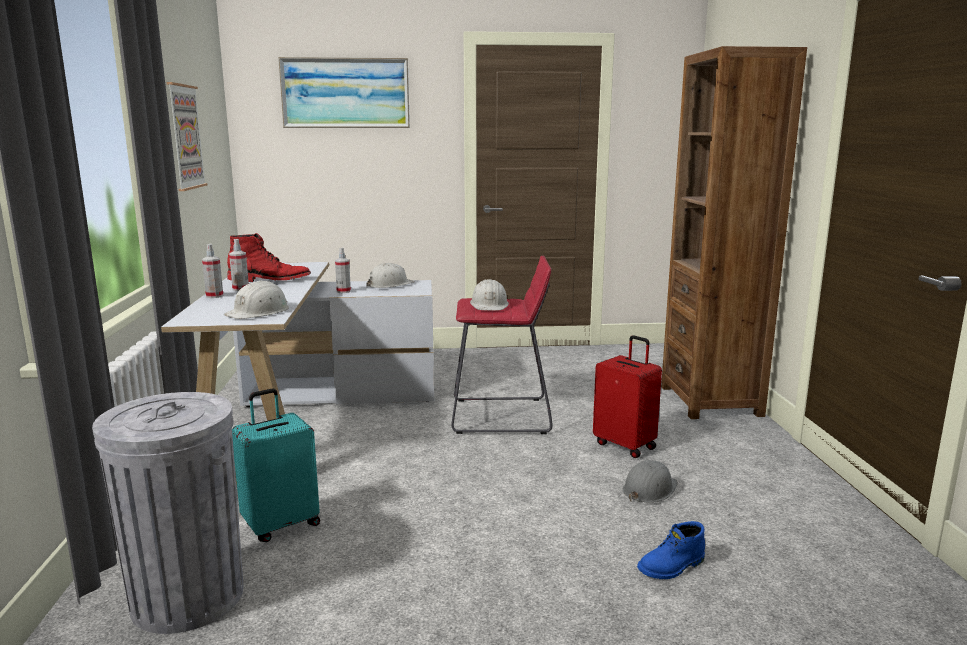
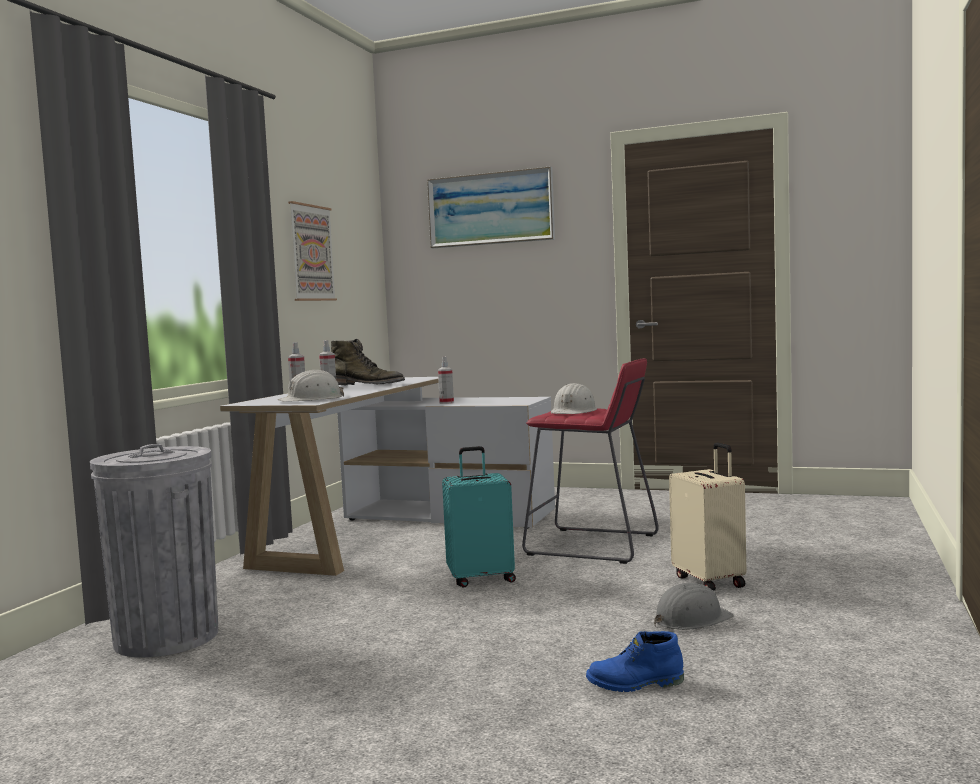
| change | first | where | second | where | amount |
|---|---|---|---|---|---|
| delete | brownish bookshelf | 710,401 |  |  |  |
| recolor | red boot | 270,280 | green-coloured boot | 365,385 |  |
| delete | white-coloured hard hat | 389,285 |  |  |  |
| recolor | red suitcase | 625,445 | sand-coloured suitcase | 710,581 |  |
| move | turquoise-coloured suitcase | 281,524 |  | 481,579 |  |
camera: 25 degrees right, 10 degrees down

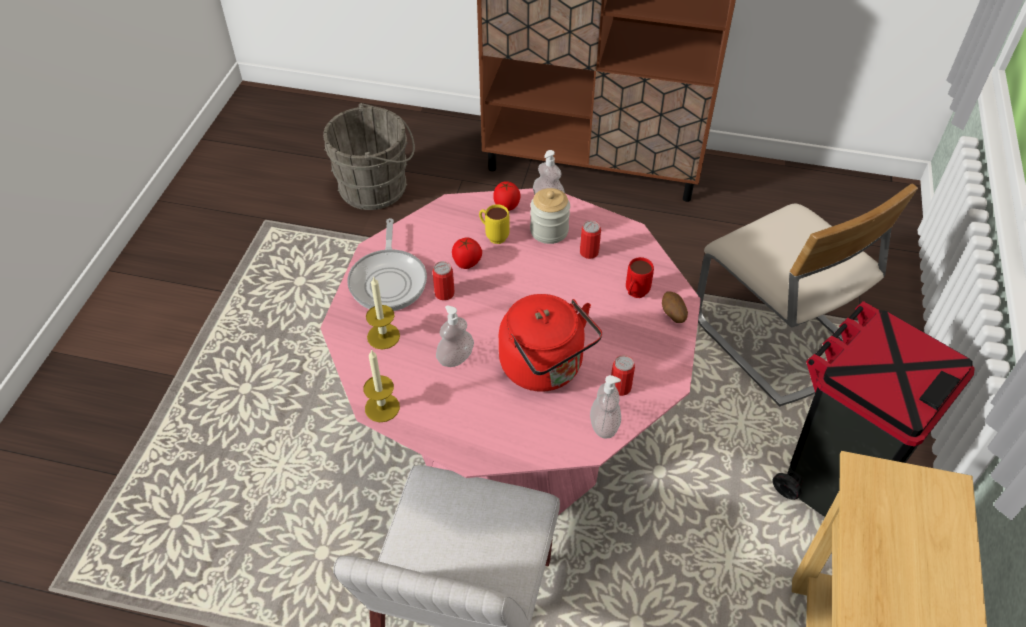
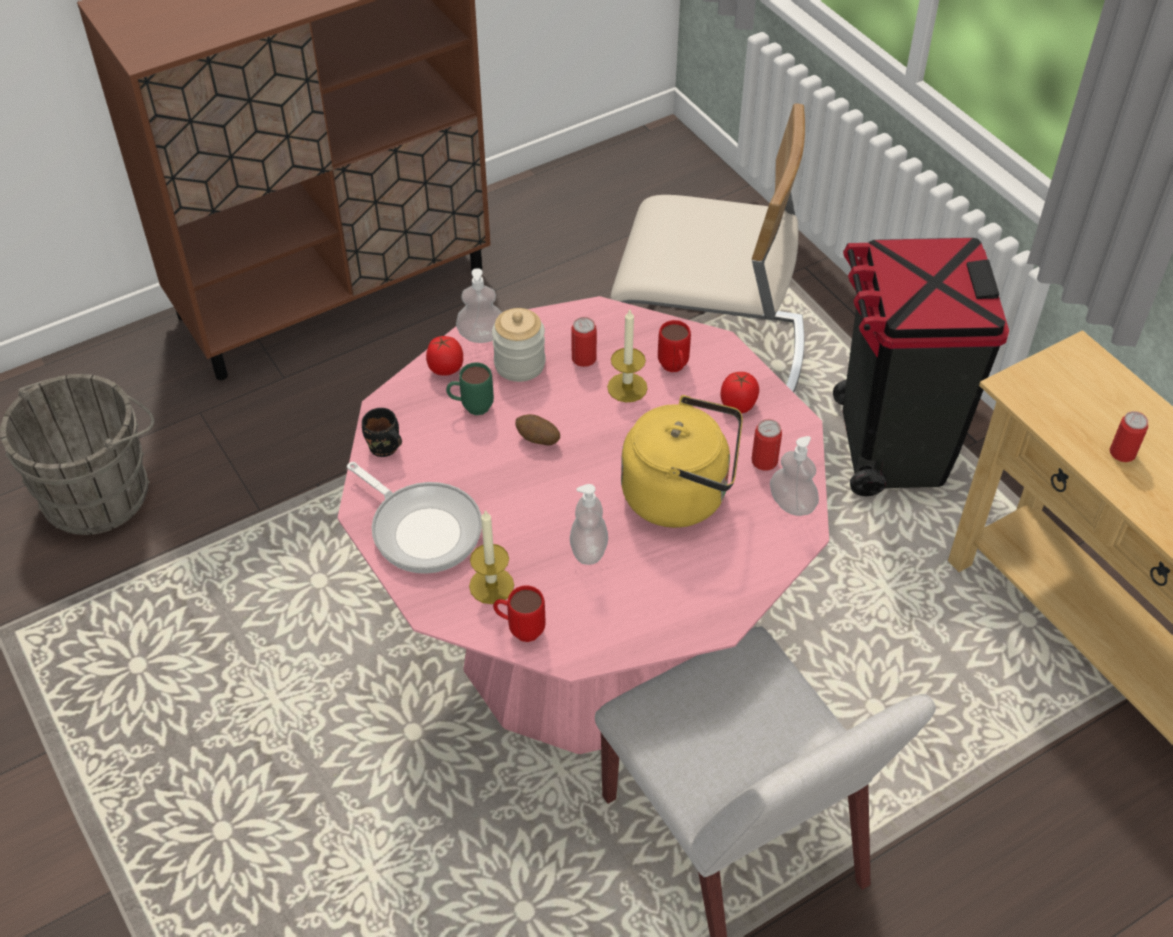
| change | first | where | second | where | amount |
|---|---|---|---|---|---|
| recolor | yellow mug | 493,236 | green-coloured mug | 471,408 |  |
| move | whole tomato | 467,263 |  | 738,405 |  |
| move | sealed can | 444,293 |  | 1122,453 |  |
| move | spud | 673,315 |  | 537,440 |  |
| recolor | red water kettle | 545,368 | yellow water kettle | 681,495 |  |
| move | candle | 382,407 |  | 627,387 |  |
| insert |  |  | black mug | 384,449 |  |
| insert |  |  | red mug | 520,630 |  |
camera: 45 degrees left, 0 degrees up

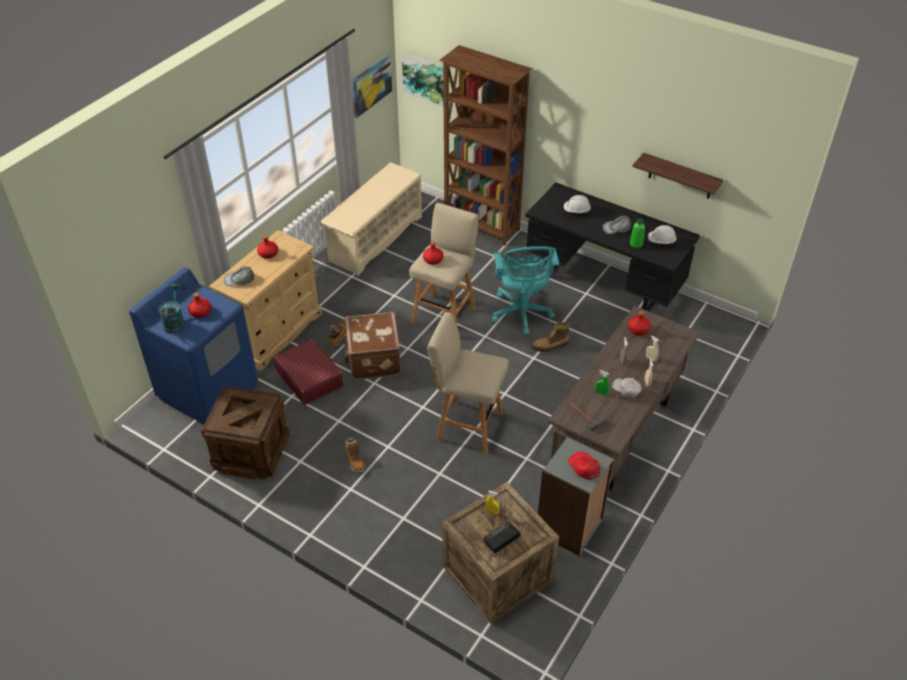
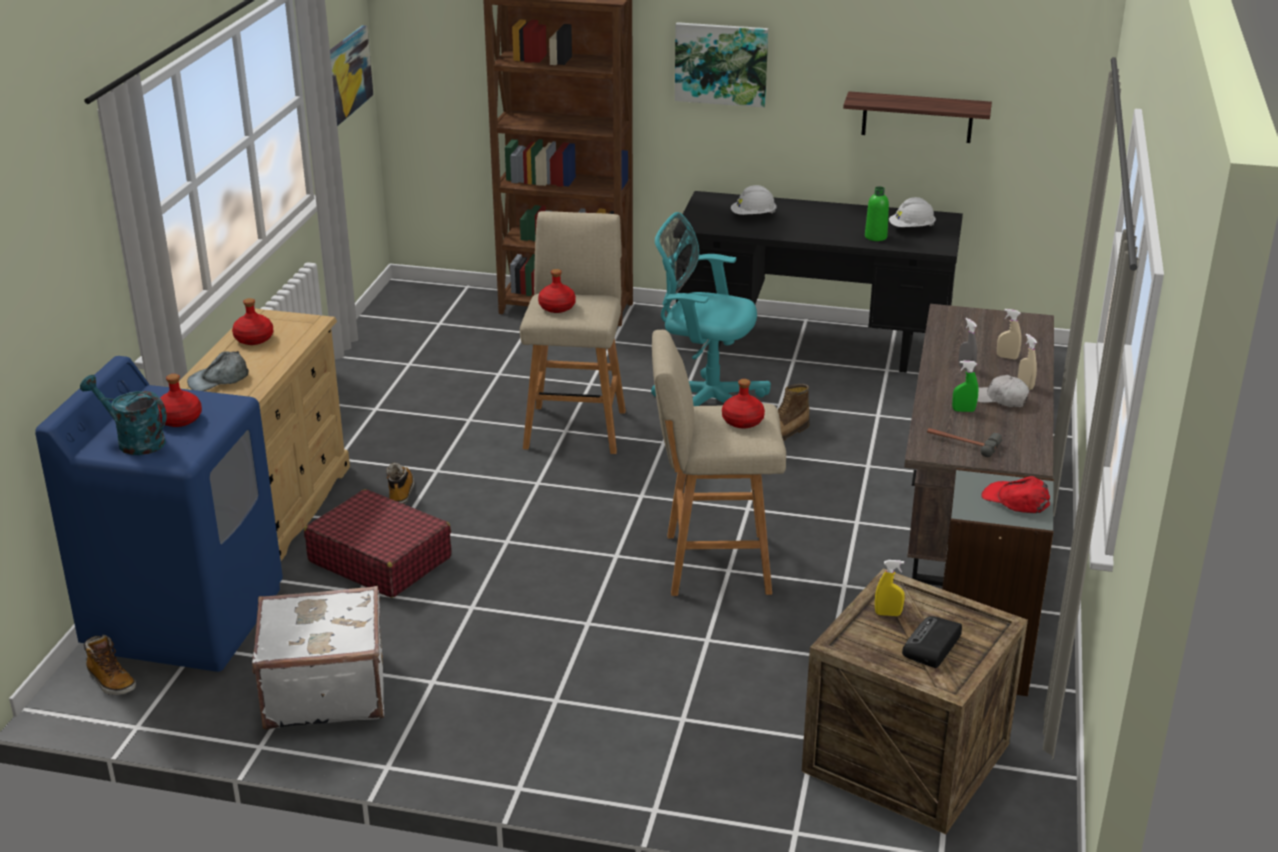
| change | first | where | second | where | amount |
|---|---|---|---|---|---|
| move | wall art | 425,78 |  | 721,64 |  |
| delete | sand-coloured shoe stand | 375,239 |  |  |  |
| delete | greyish peaked cap | 617,228 |  |  |  |
| rotate | turquoise-coloured computer chair | 521,314 |  | 706,403 | 135 degrees clockwise |
| rotate | turquoise-coloured watering can | 174,322 |  | 134,441 | 45 degrees counterclockwise |
| move | red drink bottle | 638,329 |  | 742,421 |  |
| delete | brownish suitcase | 373,359 |  |  |  |
| replace | shipping crate | 250,452 | white-coloured suitcase | 324,690 |  |
| move | boot | 355,461 |  | 111,681 |  |
camera: 20 degrees left, 15 degrees down

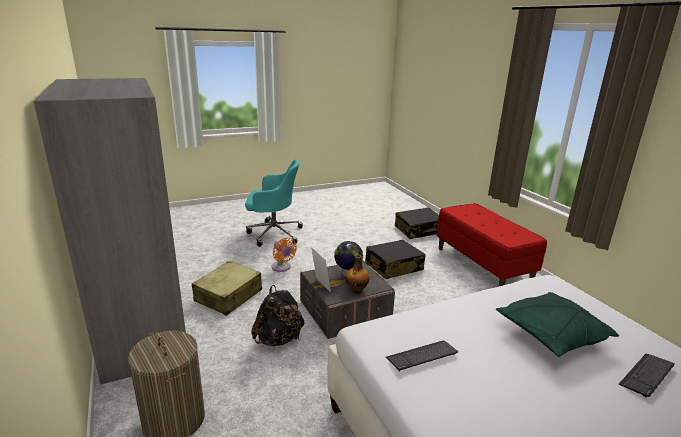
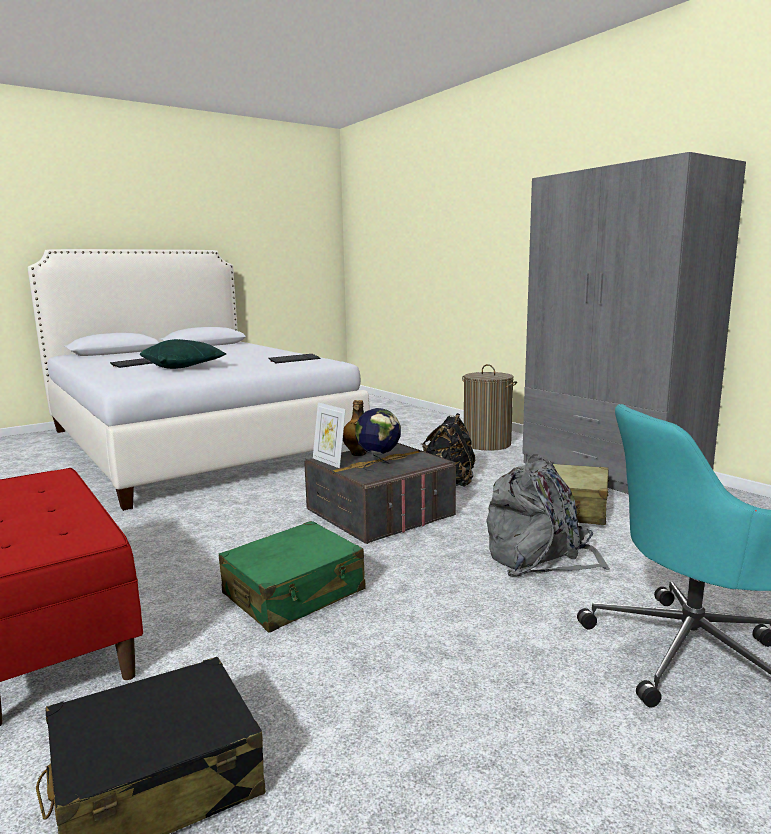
| change | first | where | second | where | amount |
|---|---|---|---|---|---|
| replace | orange-coloured cooling fan | 282,268 | greyish rucksack | 540,558 |  |
| recolor | black suitcase | 393,267 | green-coloured suitcase | 294,593 |  |
| move | standing frame | 320,286 |  | 329,462 |  |
camera: 170 degrees right, 10 degrees down

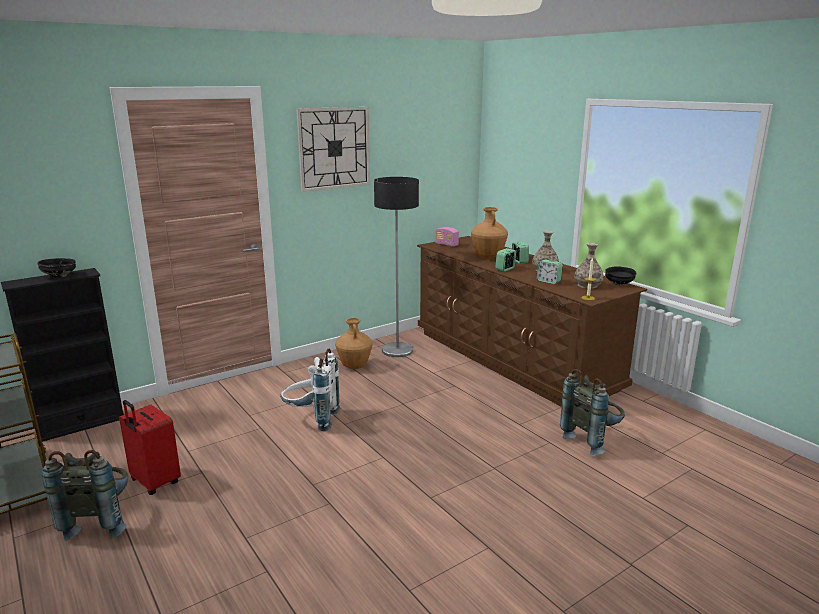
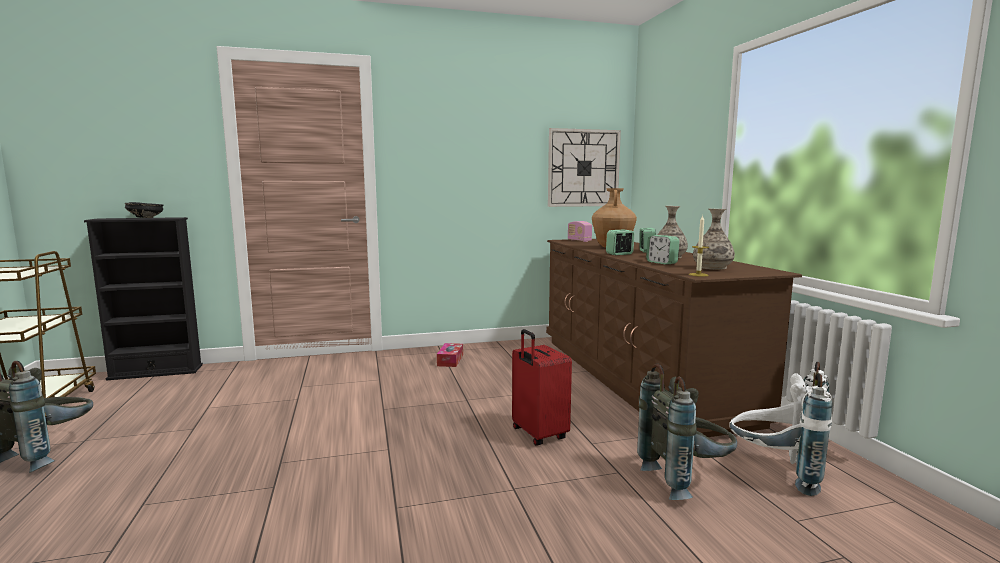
| change | first | where | second | where | amount |
|---|---|---|---|---|---|
| move | wall clock | 334,148 |  | 583,168 |  |
| delete | standard lamp | 397,350 |  |  |  |
| delete | black bowl | 619,284 |  |  |  |
| replace | brownish decorative vase | 354,366 | tissue box | 450,360 |  |
| move | white-coloured rucksack | 311,420 |  | 776,473 |  |
| move | red suitcase | 154,482 |  | 538,434 |  |
camera: 20 degrees right, 10 degrees down

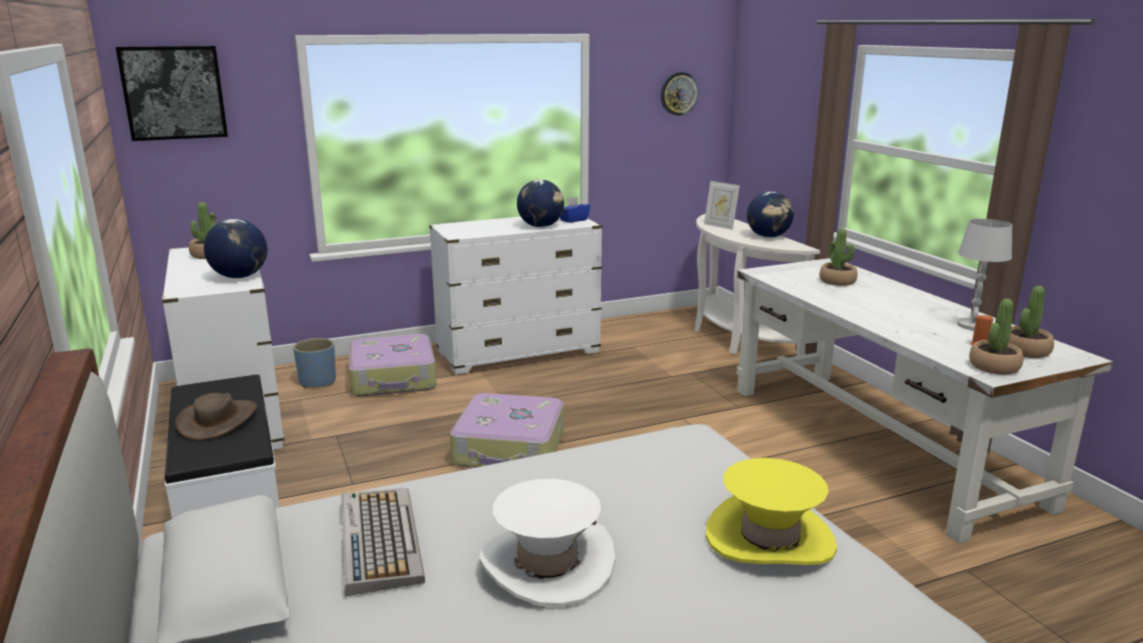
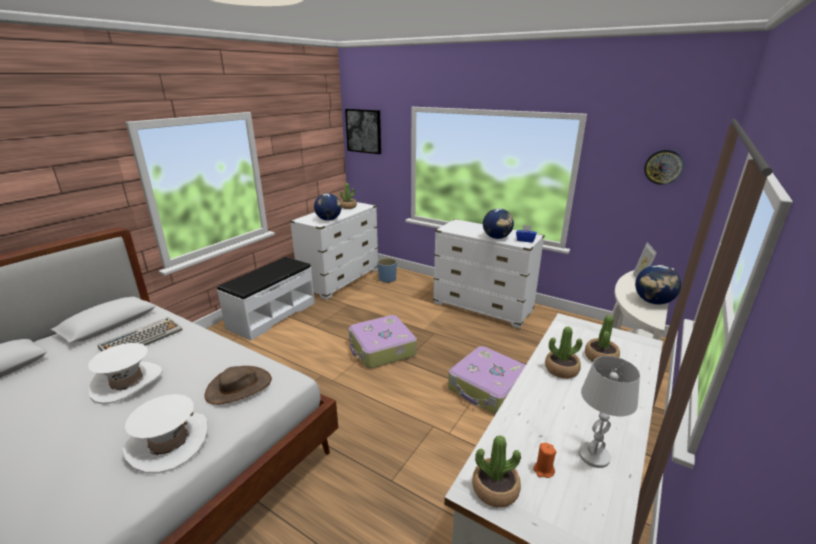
| change | first | where | second | where | amount |
|---|---|---|---|---|---|
| move | houseplant | 1025,351 |  | 561,369 |  |
| move | suitcase | 394,378 |  | 488,388 |  |
| move | brownish wearable hat | 218,420 |  | 239,387 |  |
| recolor | yellow wearable hat | 770,538 | white-coloured wearable hat | 169,443 |  |
camera: 55 degrees right, 5 degrees up

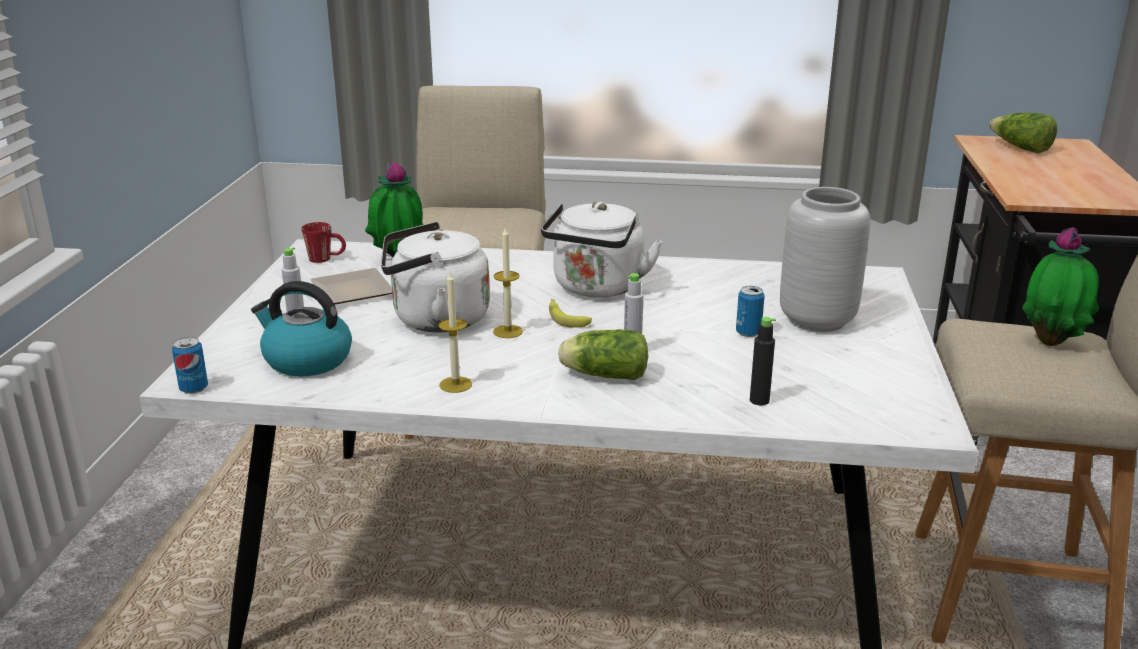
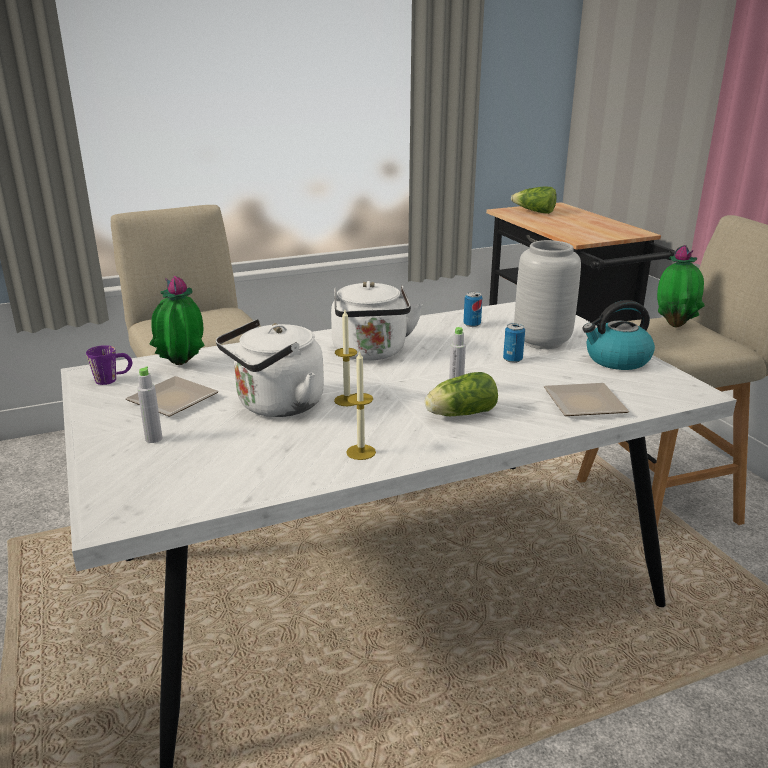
| change | first | where | second | where | amount |
|---|---|---|---|---|---|
| recolor | red mug | 326,259 | purple mug | 113,379 |  |
| move | water kettle | 306,360 |  | 616,360 |  |
| delete | whole banana | 565,317 |  |  |  |
| replace | black drink bottle | 759,400 | plate | 581,403 |  |
| move | sealed can | 194,388 |  | 472,324 |  |
camera: 30 degrees left, 0 degrees up

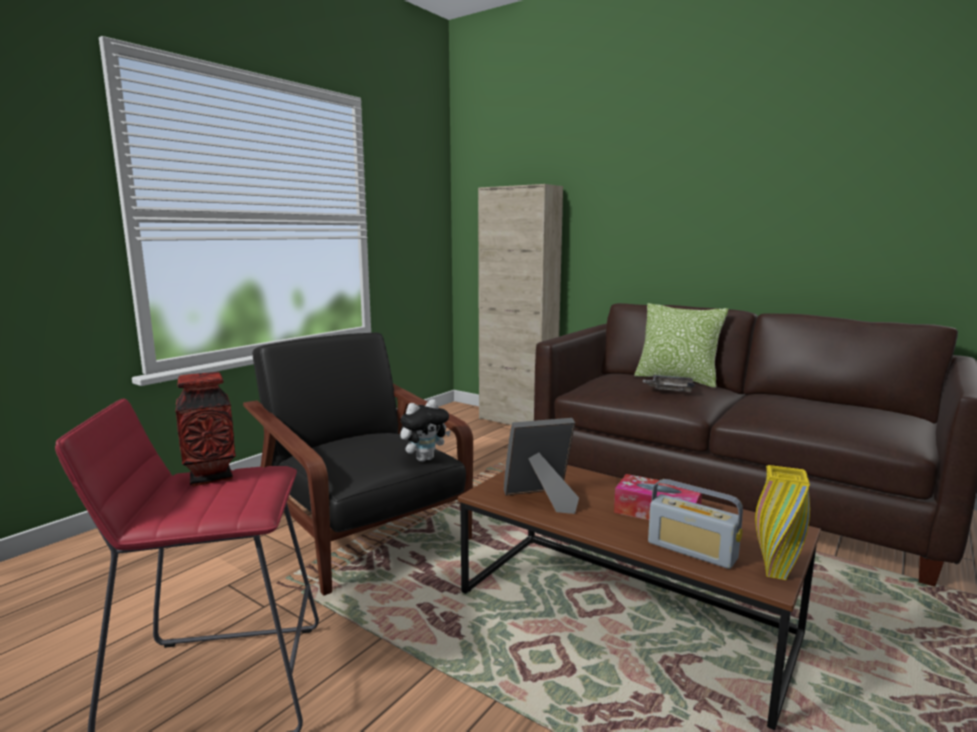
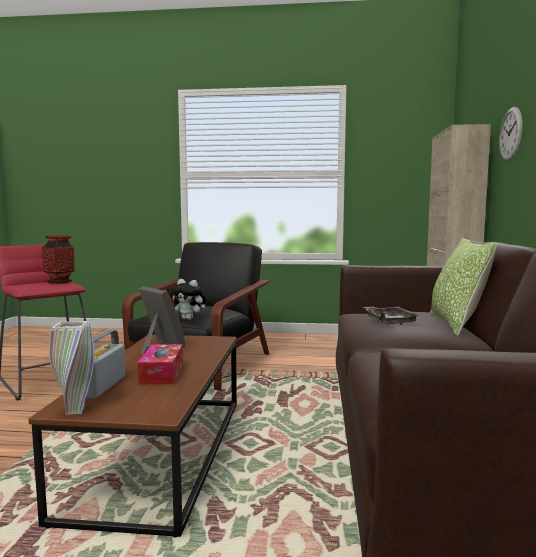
| change | first | where | second | where | amount |
|---|---|---|---|---|---|
| recolor | yellow decorative vase | 775,573 | white-coloured decorative vase | 75,411 |  |
| insert |  |  | wall clock | 510,134 |  |
camera: 60 degrees right, 5 degrees down

